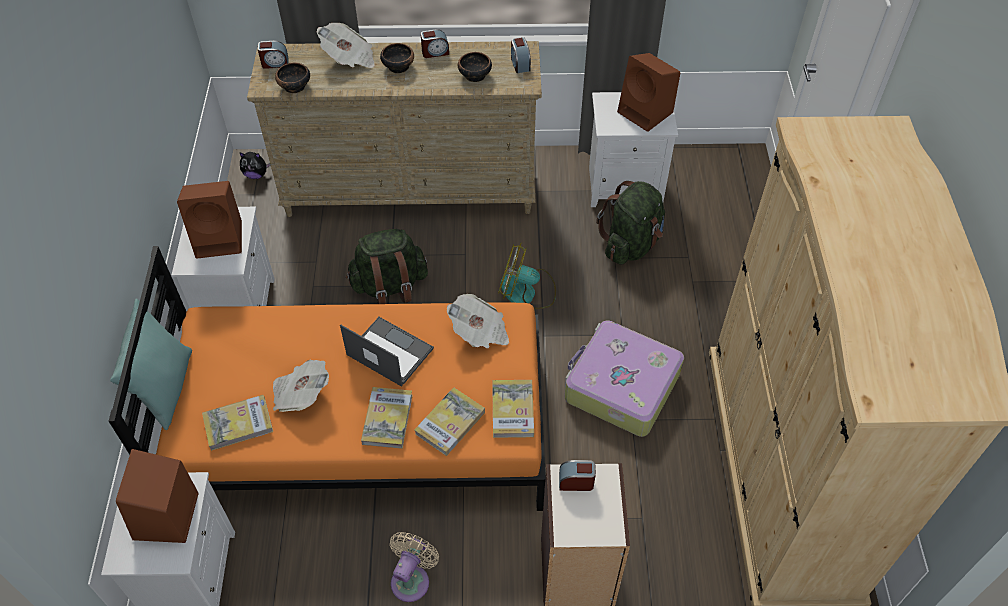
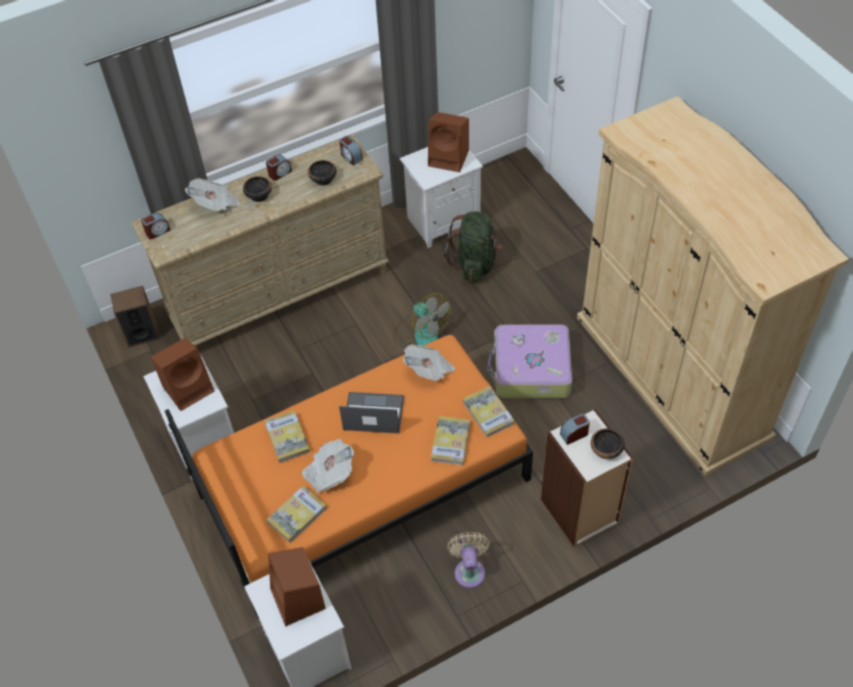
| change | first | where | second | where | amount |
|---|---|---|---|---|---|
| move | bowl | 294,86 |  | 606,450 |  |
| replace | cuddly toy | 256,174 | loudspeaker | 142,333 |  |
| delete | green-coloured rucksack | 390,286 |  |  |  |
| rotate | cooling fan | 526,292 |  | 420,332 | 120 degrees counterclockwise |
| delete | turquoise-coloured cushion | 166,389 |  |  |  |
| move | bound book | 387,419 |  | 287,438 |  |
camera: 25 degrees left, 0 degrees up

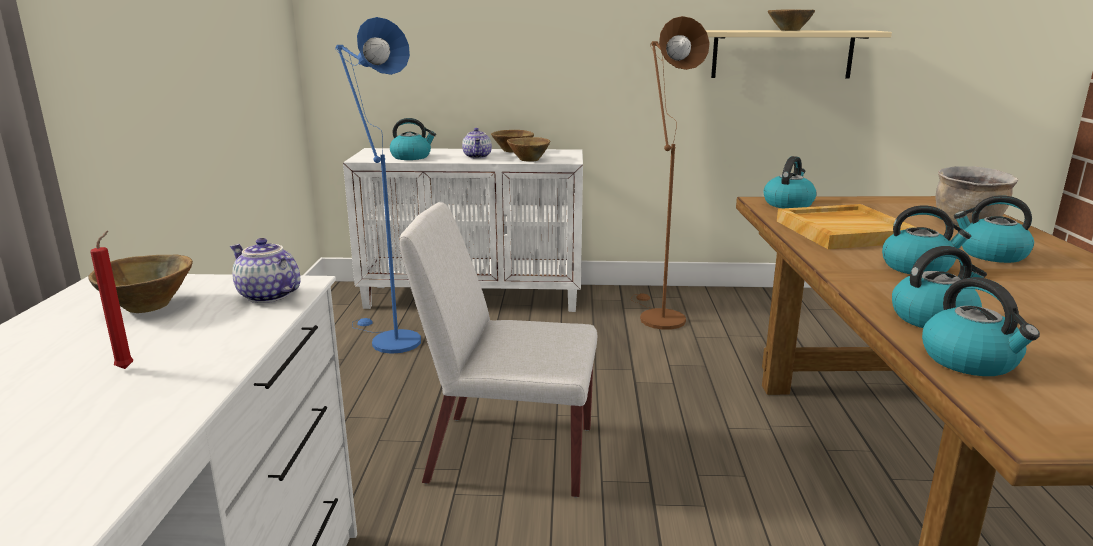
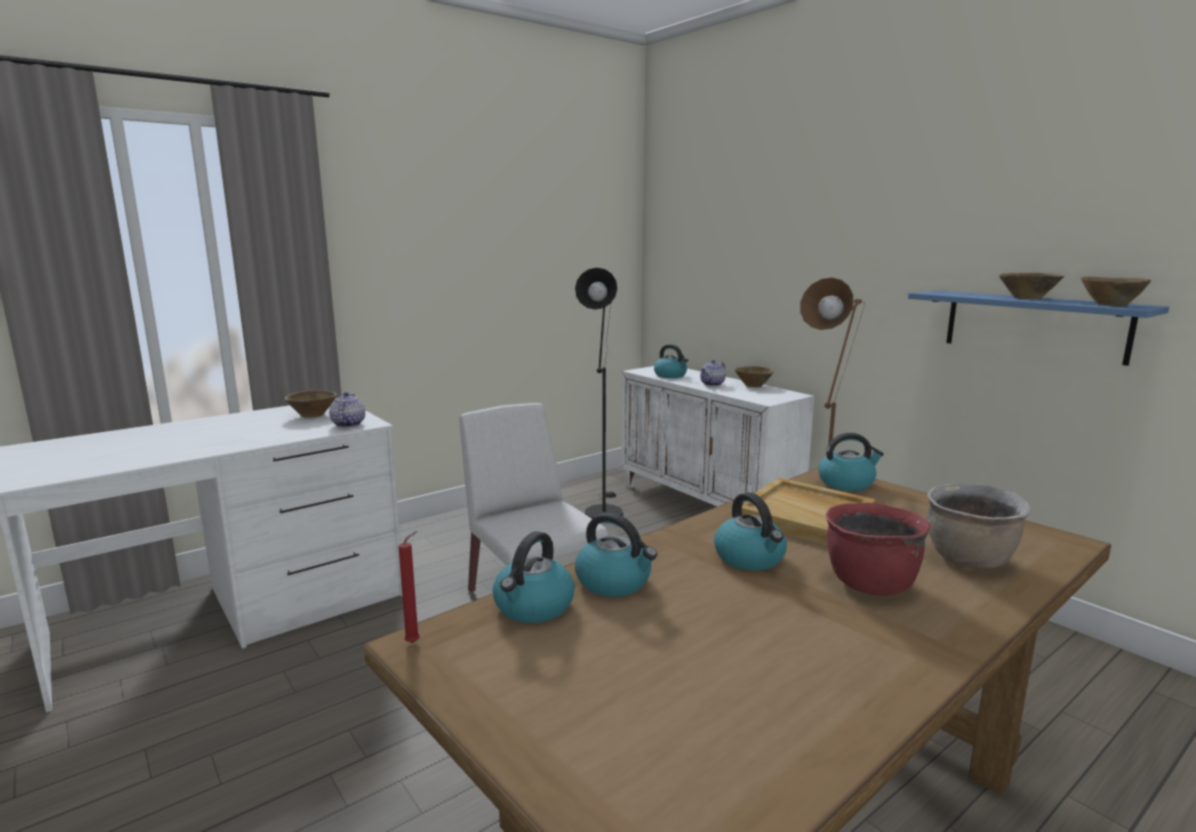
| change | first | where | second | where | amount |
|---|---|---|---|---|---|
| recolor | blue-coloured standard lamp | 389,340 | black standard lamp | 603,510 |  |
| recolor | sand-coloured bracket shelf | 782,54 | blue-coloured bracket shelf | 1034,325 |  |
| move | brownish bowl | 528,159 |  | 1110,304 |  |
| replace | water kettle | 991,254 | red cooking pot | 869,583 |  |
| move | red candle | 127,367 |  | 415,642 |  |
camera: 50 degrees right, 5 degrees down

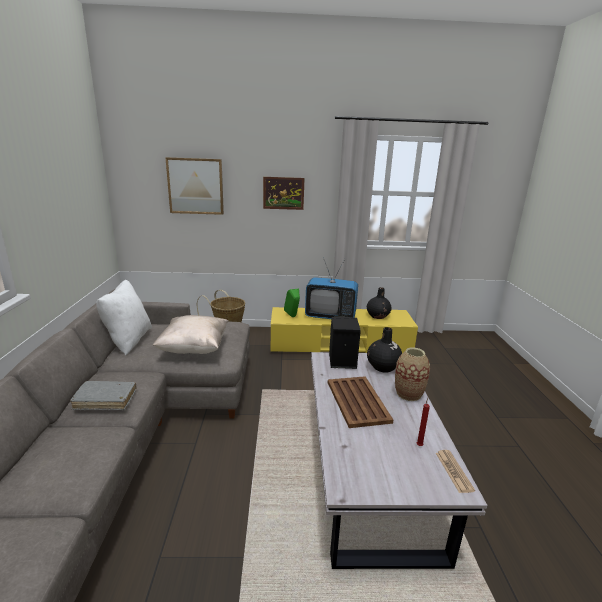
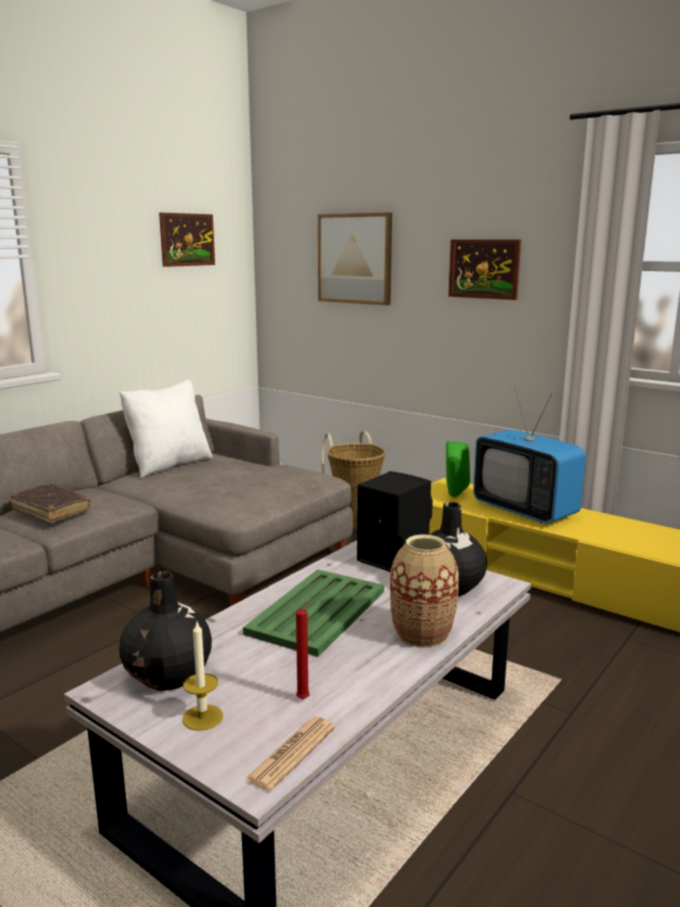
| change | first | where | second | where | amount |
|---|---|---|---|---|---|
| move | black decorative vase | 378,316 |  | 169,675 |  |
| delete | sand-coloured cushion | 194,349 |  |  |  |
| recolor | brownish carrying tray | 357,401 | green-coloured carrying tray | 318,611 |  |
| recolor | greyish bound book | 105,400 | brownish bound book | 51,511 |  |
| insert |  |  | wall art | 187,239 |  |
| insert |  |  | candle | 202,717 |  |
camera: 40 degrees right, 5 degrees down

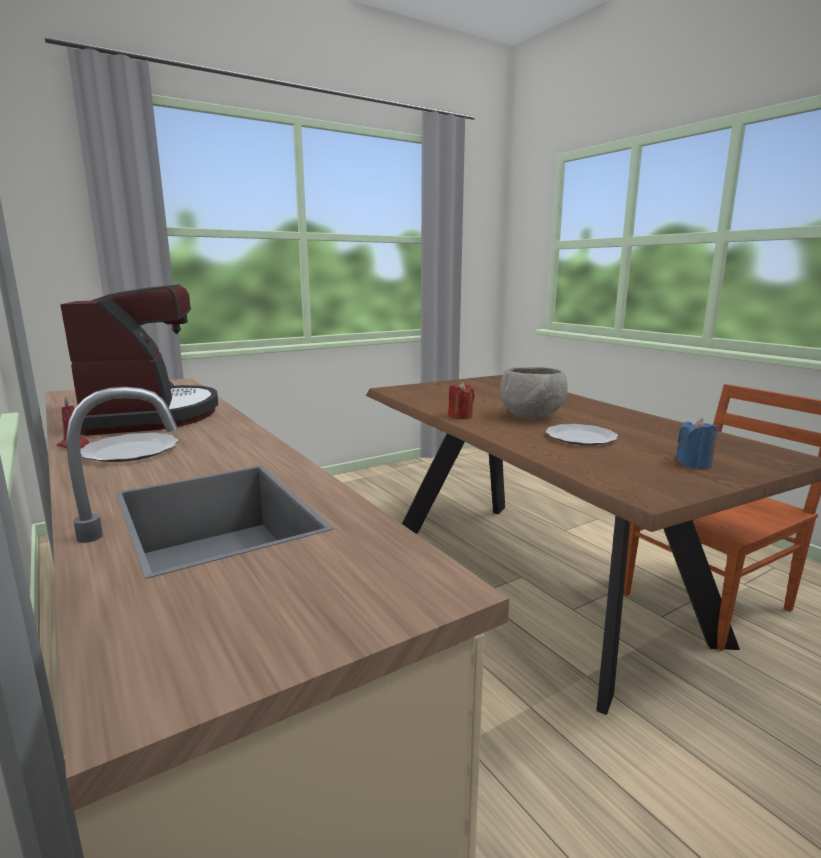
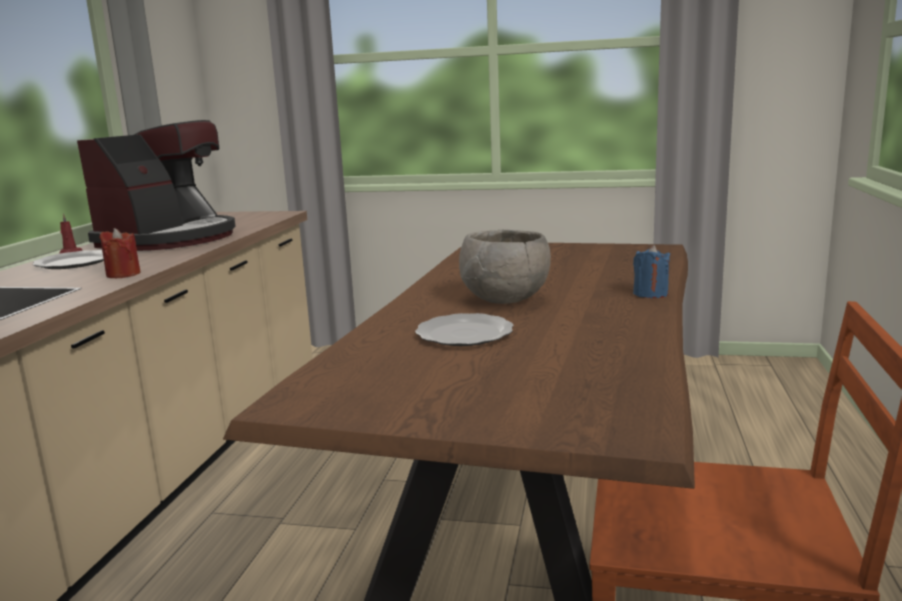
| change | first | where | second | where | amount |
|---|---|---|---|---|---|
| move | red candle | 460,416 |  | 123,274 |  |
| move | blue-coloured candle | 694,464 |  | 650,294 |  |
camera: 45 degrees right, 0 degrees up

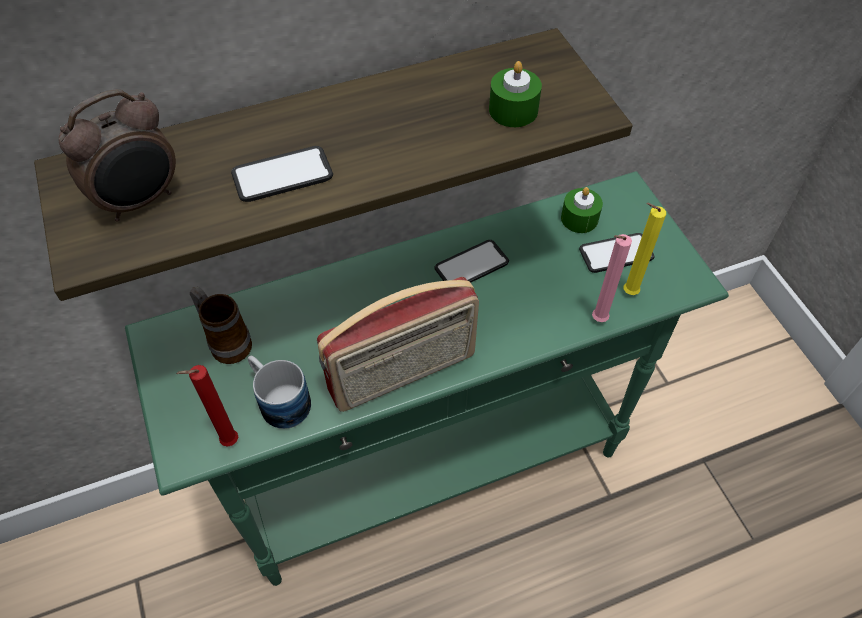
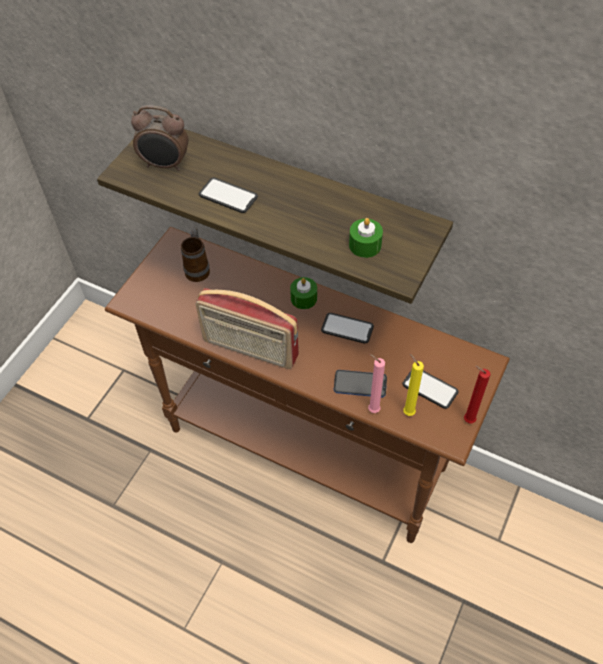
| change | first | where | second | where | amount |
|---|---|---|---|---|---|
| recolor | green-coloured console table | 431,466 | brownish console table | 307,450 |  |
| move | green-coloured candle | 579,218 |  | 304,298 |  |
| delete | mug | 278,399 |  |  |  |
| move | red candle | 227,443 |  | 467,420 |  |
| insert |  |  | phone | 360,384 |  |
camera: 50 degrees right, 0 degrees up

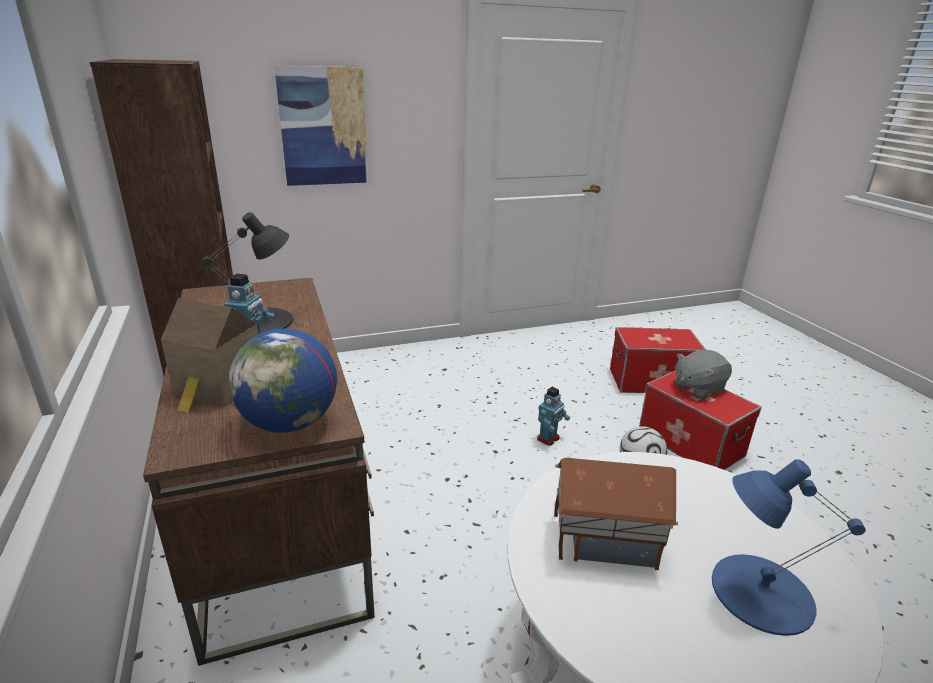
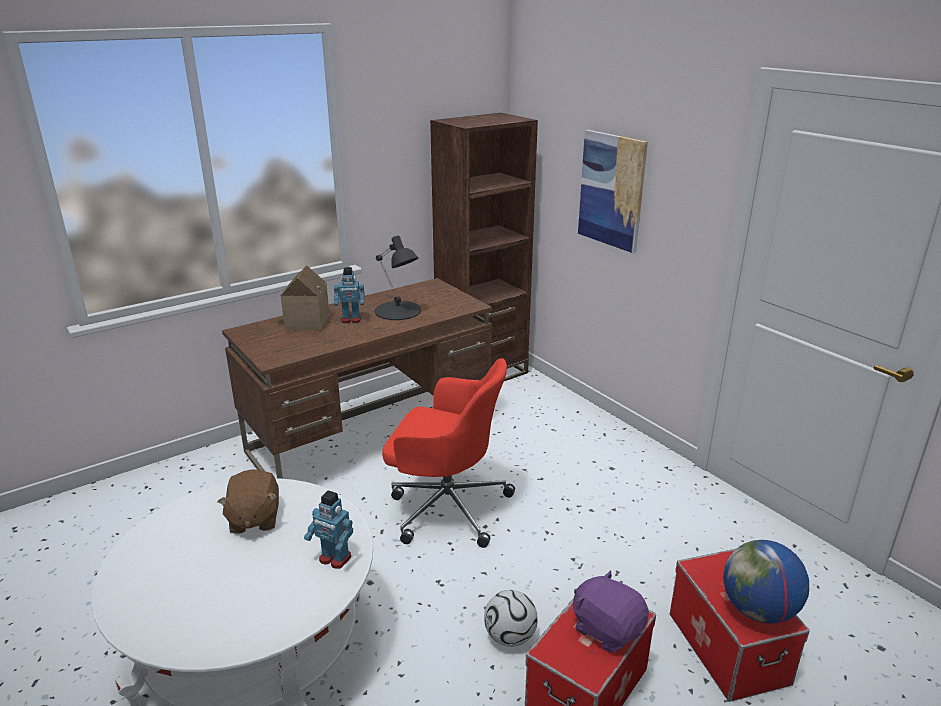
| change | first | where | second | where | amount |
|---|---|---|---|---|---|
| move | globe | 290,423 |  | 758,610 |  |
| recolor | greyish cuddly toy | 698,388 | purple cuddly toy | 607,629 |  |
| move | robot figure | 548,439 |  | 334,559 |  |
| replace | miniature house | 603,540 | brownish cuddly toy | 254,519 |  |
| delete | blue-coloured lamp for a table | 760,592 |  |  |  |
| insert |  |  | red computer chair | 446,506 |  |
camera: 75 degrees right, 0 degrees up

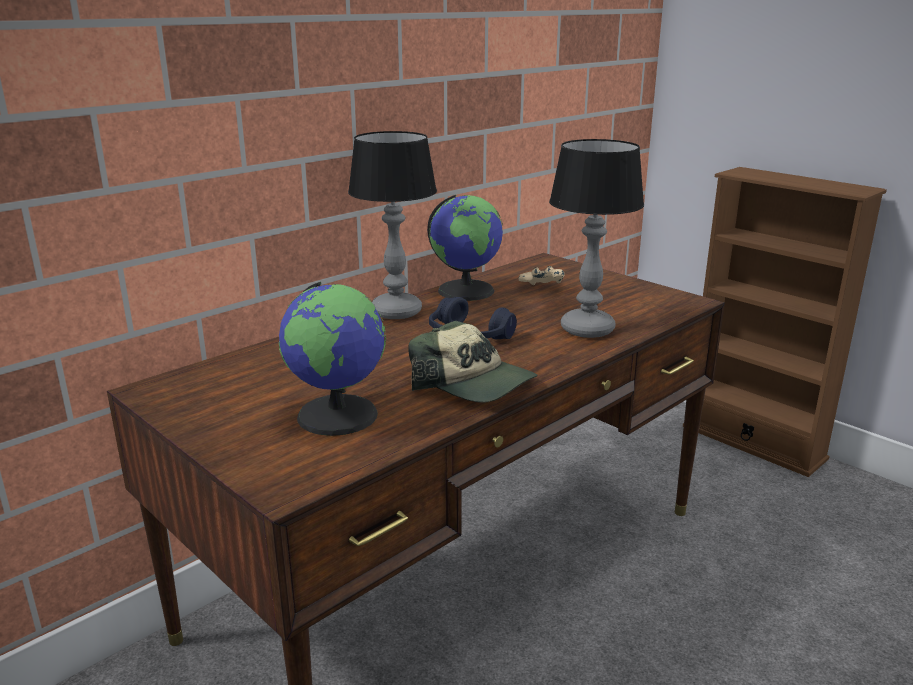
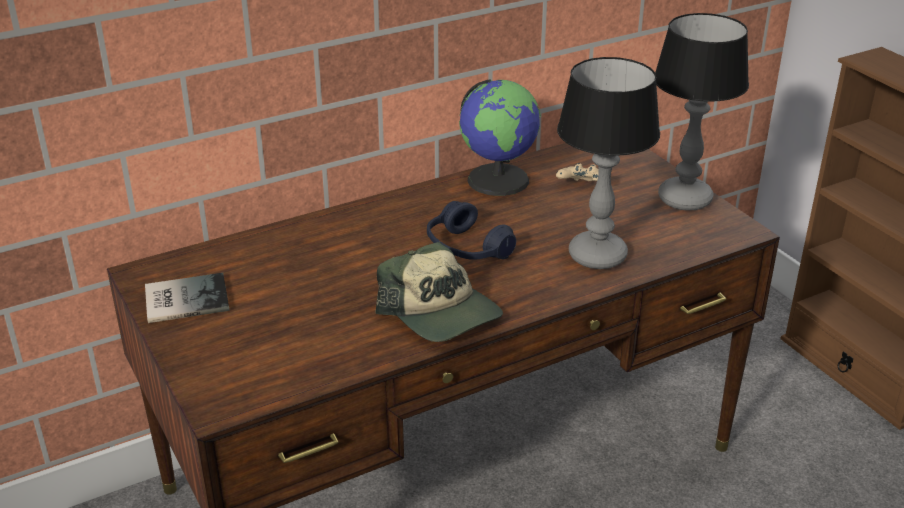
| change | first | where | second | where | amount |
|---|---|---|---|---|---|
| move | lamp for a table | 397,311 |  | 686,199 |  |
| delete | globe | 338,414 |  |  |  |
| insert |  |  | bound book | 184,298 |  |
camera: 15 degrees right, 10 degrees up

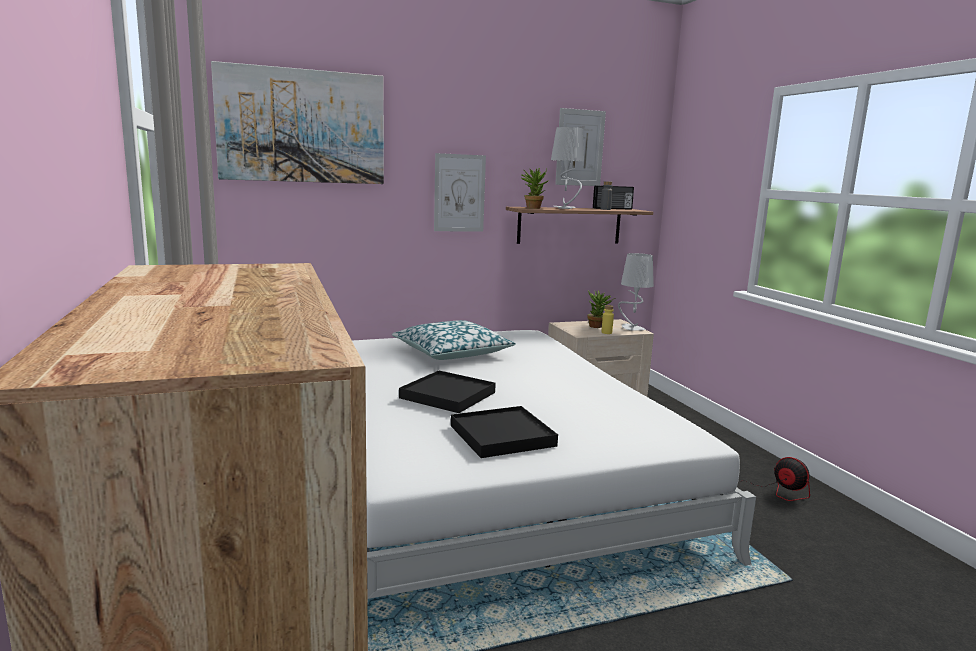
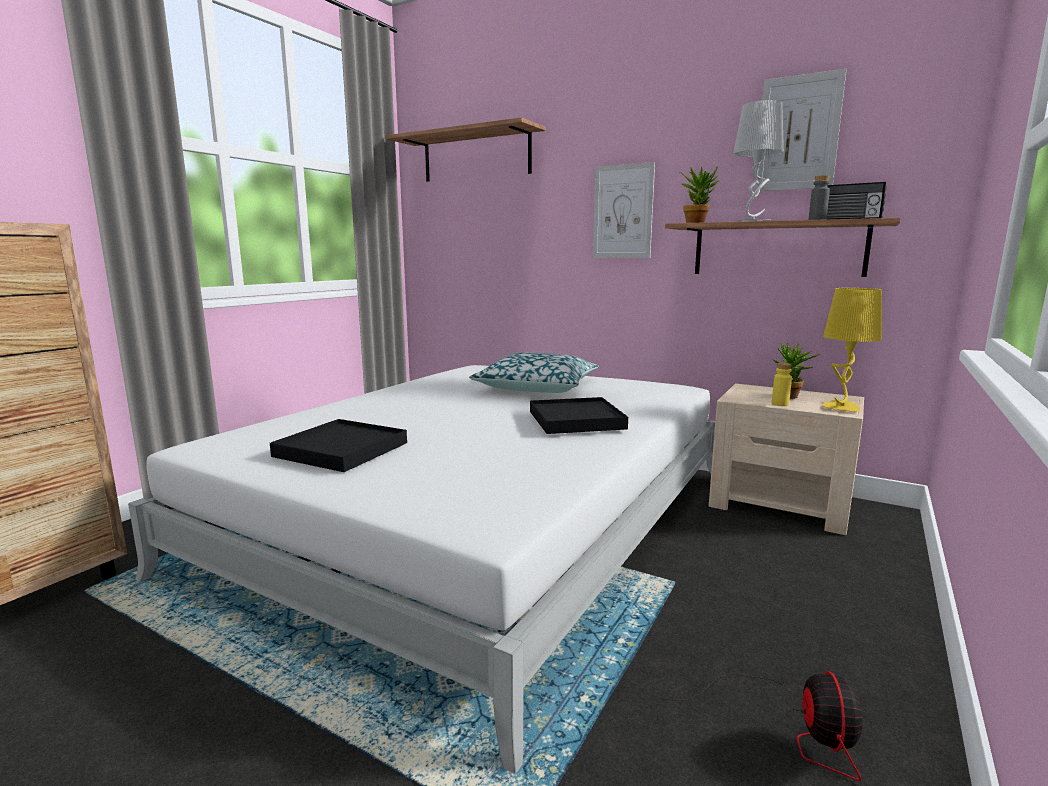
| change | first | where | second | where | amount |
|---|---|---|---|---|---|
| replace | wall art | 302,126 | bracket shelf | 476,156 |  |
| recolor | greyish lamp for a table | 631,328 | yellow lamp for a table | 841,407 |  |
| move | black carrying tray | 447,395 |  | 576,420 |  |
camera: 50 degrees right, 0 degrees up

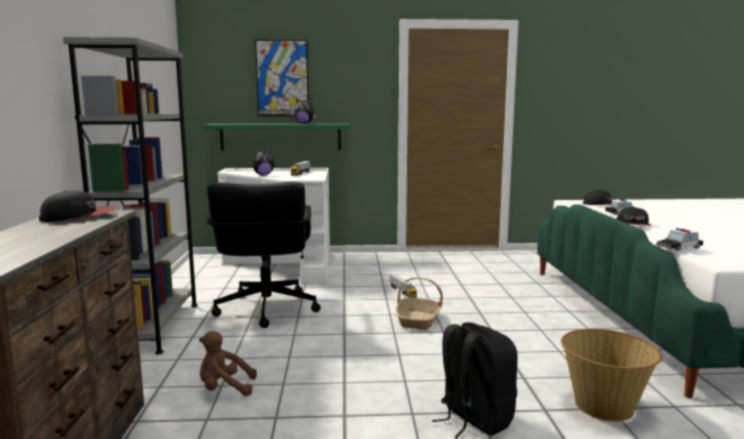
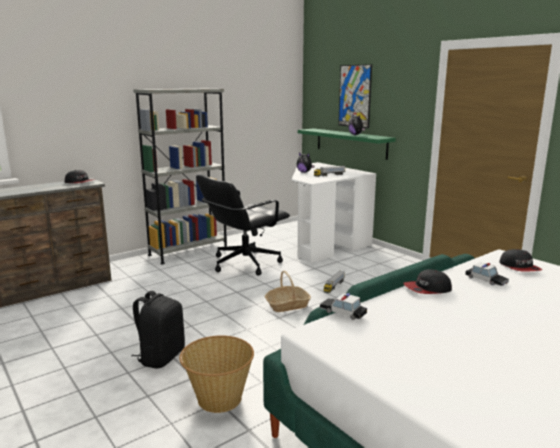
| change | first | where | second | where | amount |
|---|---|---|---|---|---|
| delete | brownish cuddly toy | 224,389 |  |  |  |
camera: 55 degrees right, 5 degrees up

